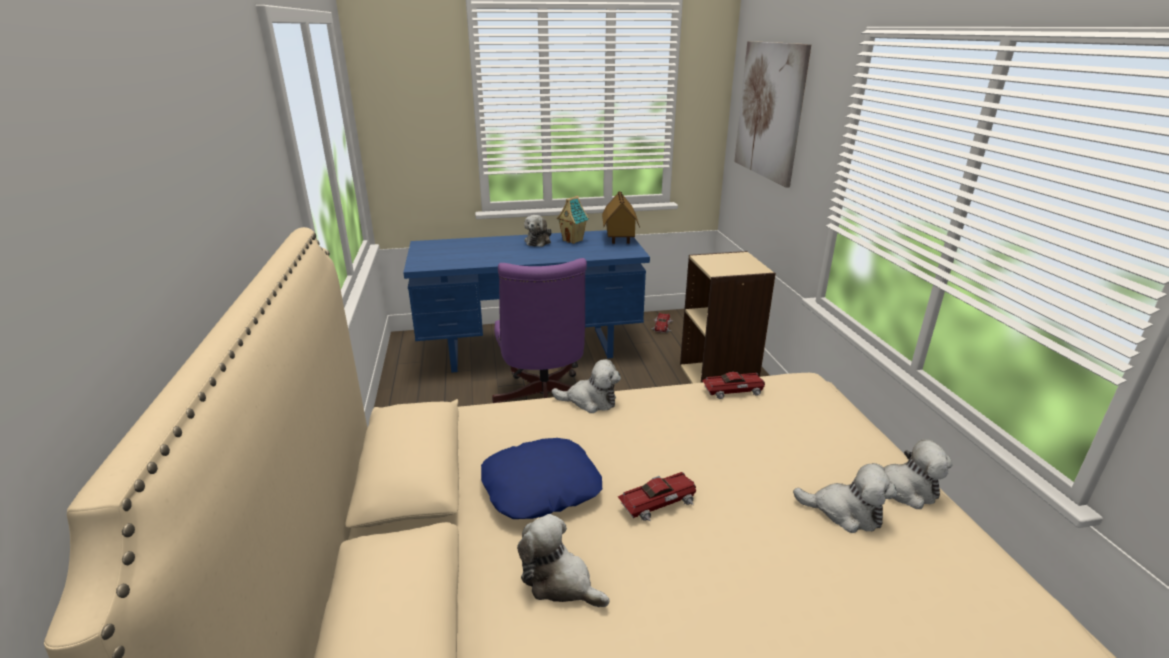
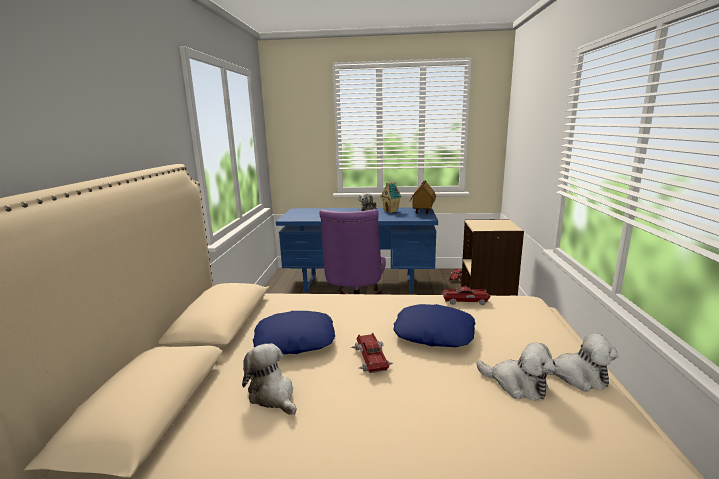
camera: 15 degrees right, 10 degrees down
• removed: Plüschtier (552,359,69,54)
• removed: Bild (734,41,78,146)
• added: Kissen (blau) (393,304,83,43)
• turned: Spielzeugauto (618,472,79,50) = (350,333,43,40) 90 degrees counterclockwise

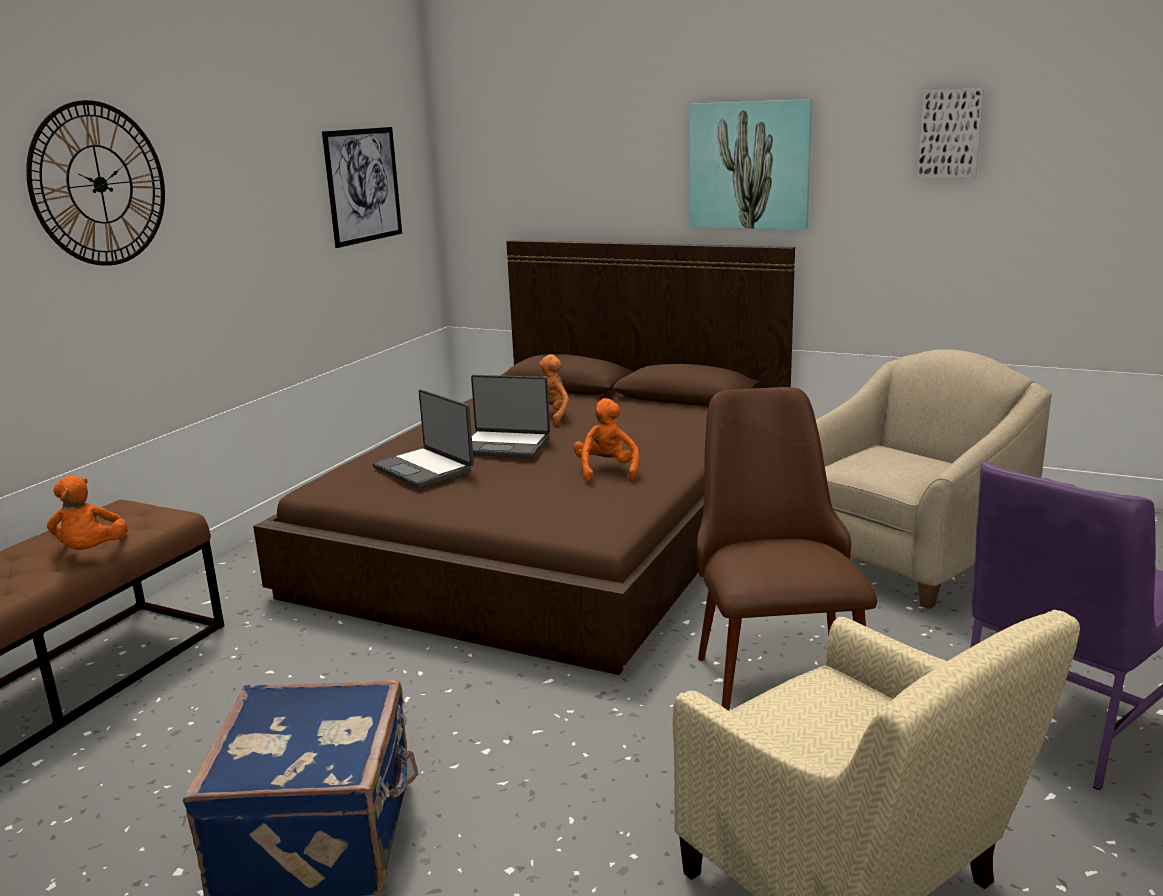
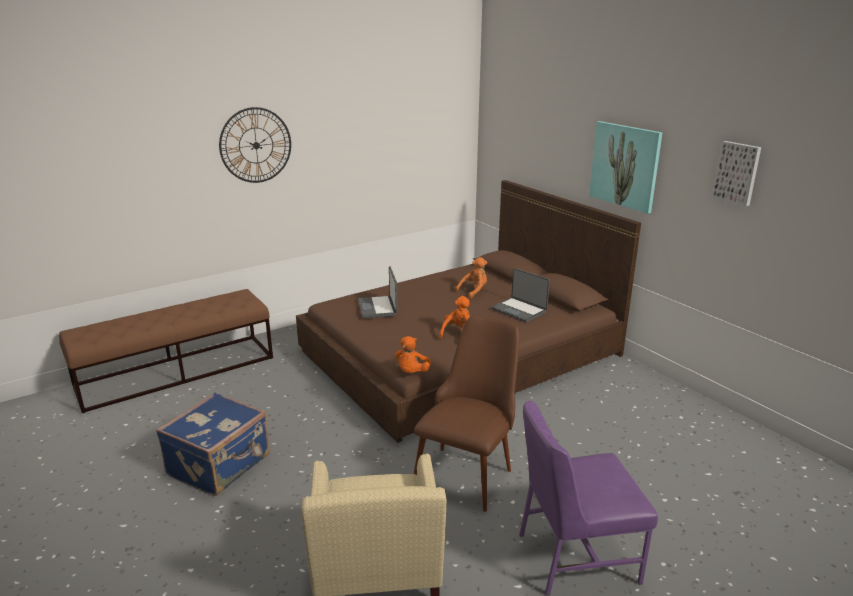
camera: 30 degrees right, 5 degrees up
• removed: Bild (322,127,80,121)
• removed: Sessel (beige) (816,349,236,260)
• moved: Plüschtier (orange) (47,476,81,74) to (395,336,36,37)
• moved: Laptop (471,375,79,83) to (491,268,59,55)

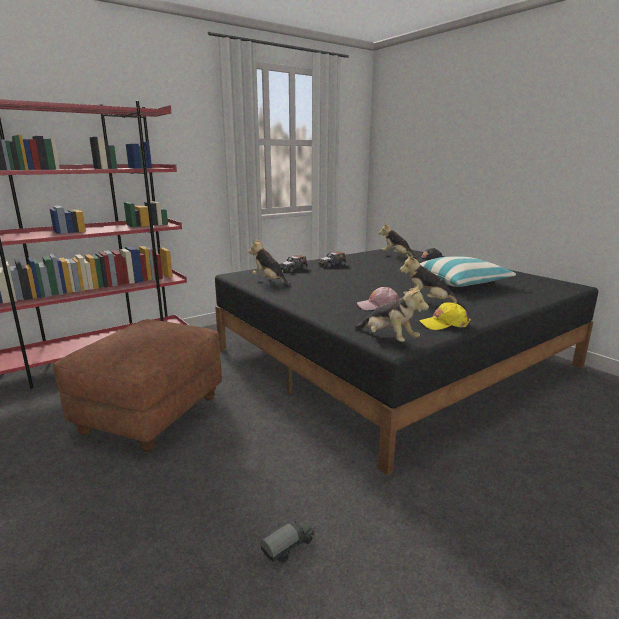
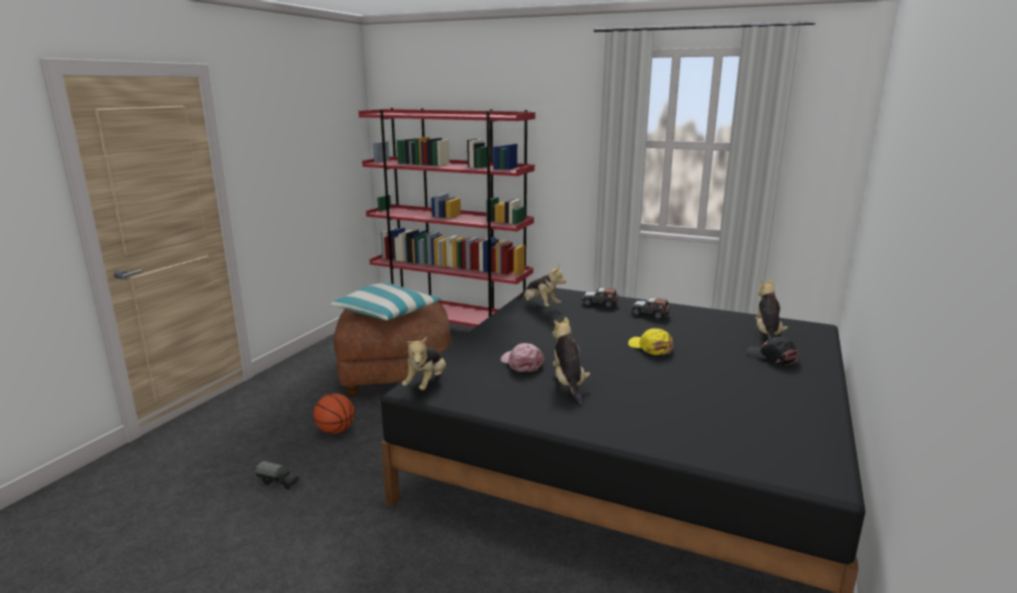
camera: 60 degrees right, 0 degrees up
• added: Basketball (313,393,42,41)
• moved: Kissen (419,257,97,30) to (331,283,110,37)
• moved: Kappe (gelb) (419,302,52,28) to (628,328,45,27)
• turned: Plüschtier (248,239,43,48) = (516,265,50,41) 120 degrees clockwise

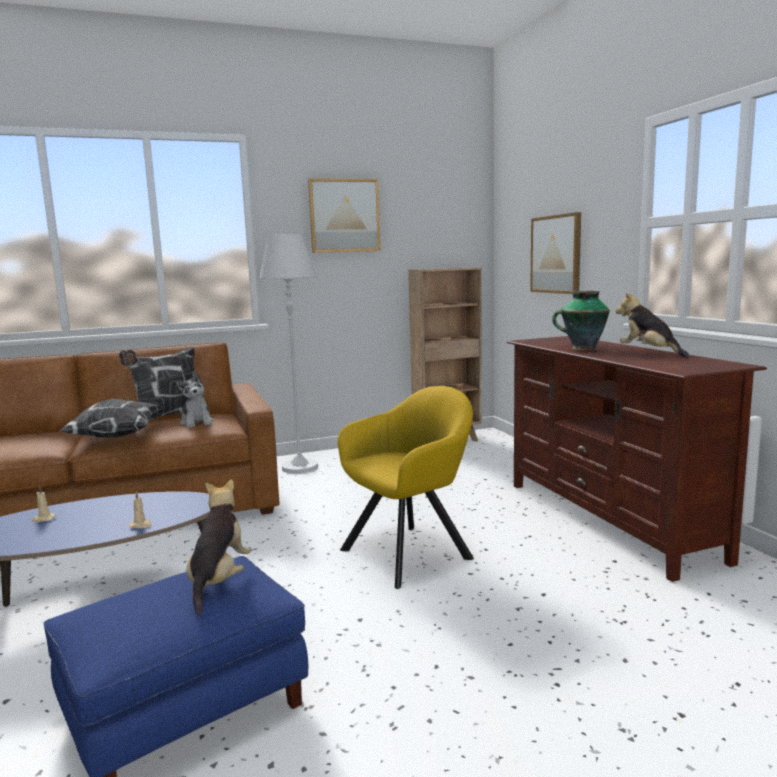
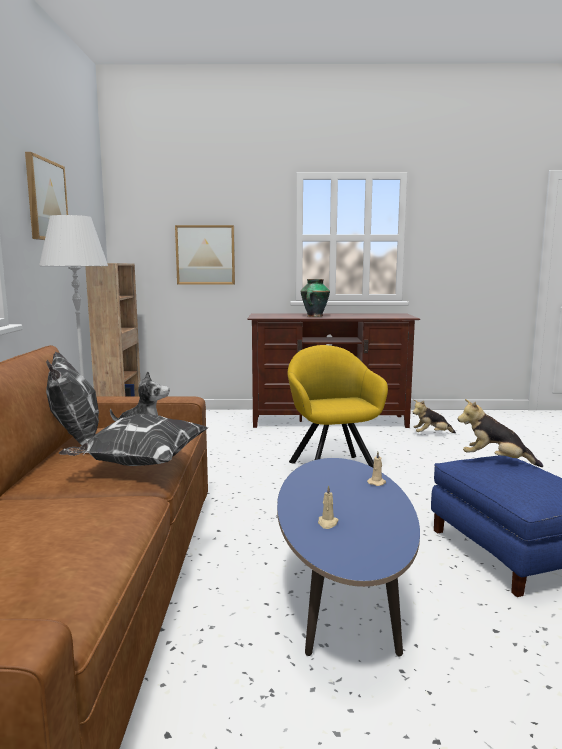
camera: 70 degrees left, 0 degrees up
• moved: Plüschtier (616,292,74,66) to (413,400,43,33)

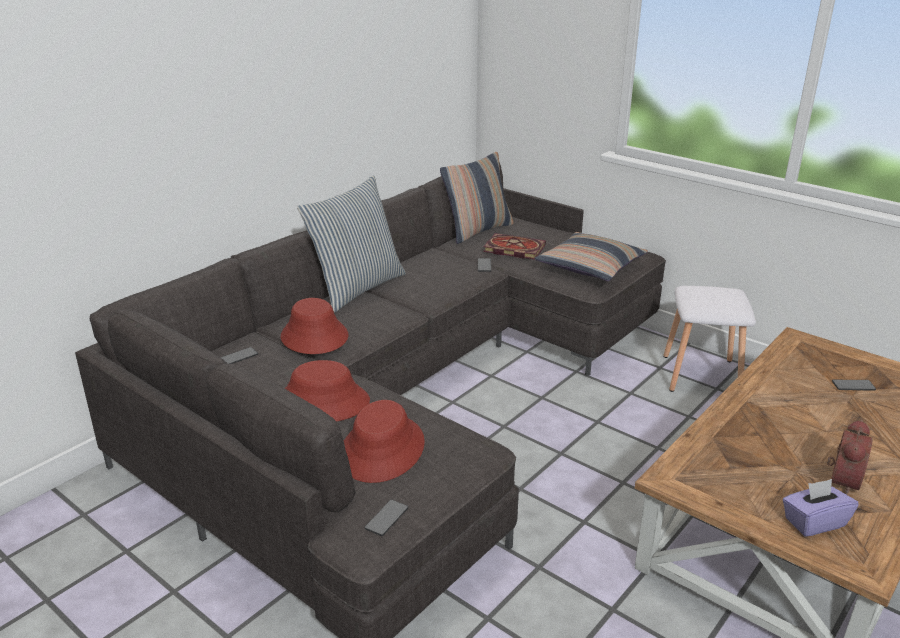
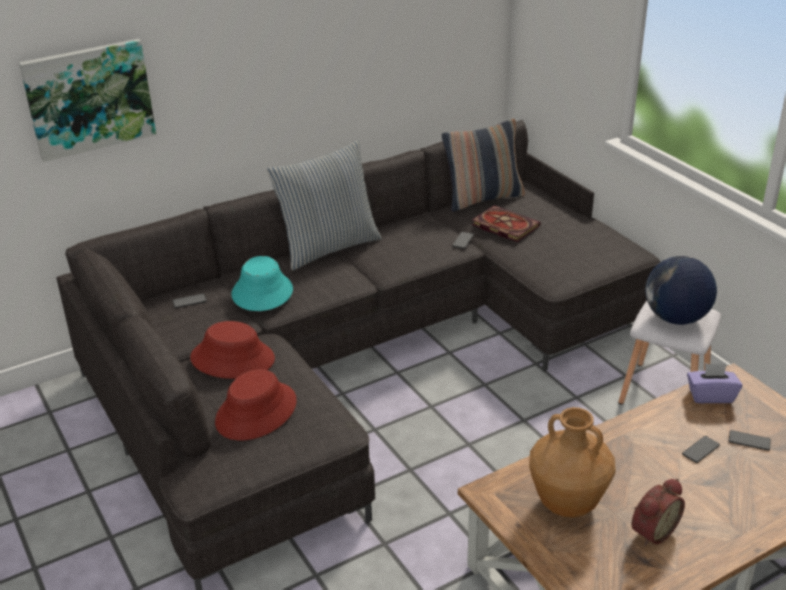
camera: 20 degrees right, 5 degrees up
• removed: Kissen (534,232,114,49)
• added: Bild (19,39,137,123)
• added: Vase (braun) (529,407,87,111)
• added: Globus (645,256,72,69)
• moved: Handy (364,500,44,36) to (682,436,38,27)
• moved: Taschentuchbox (lila) (782,479,77,58) to (687,363,55,40)
• recoloured: Hut (rot) (281,298,68,56) to Hut (türkis) (232,256,61,55)

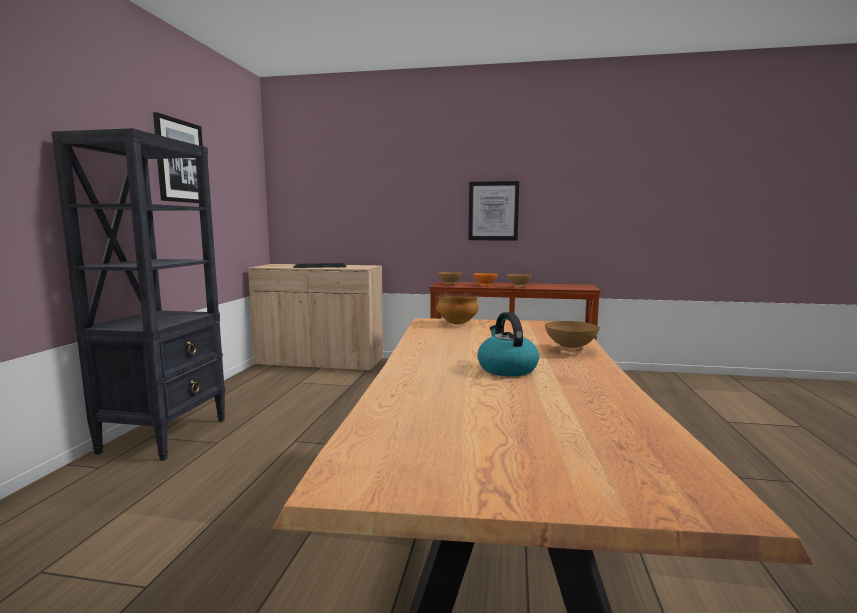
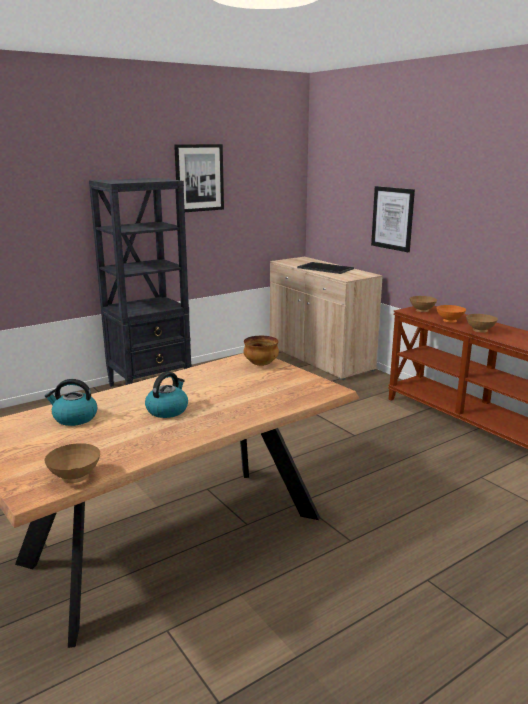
camera: 45 degrees right, 10 degrees up
• added: Wasserkessel (45,379,53,47)
• moved: Bild (468,181,51,60) to (371,186,44,66)
• moved: Schüssel (braun) (545,321,55,31) to (44,443,56,40)

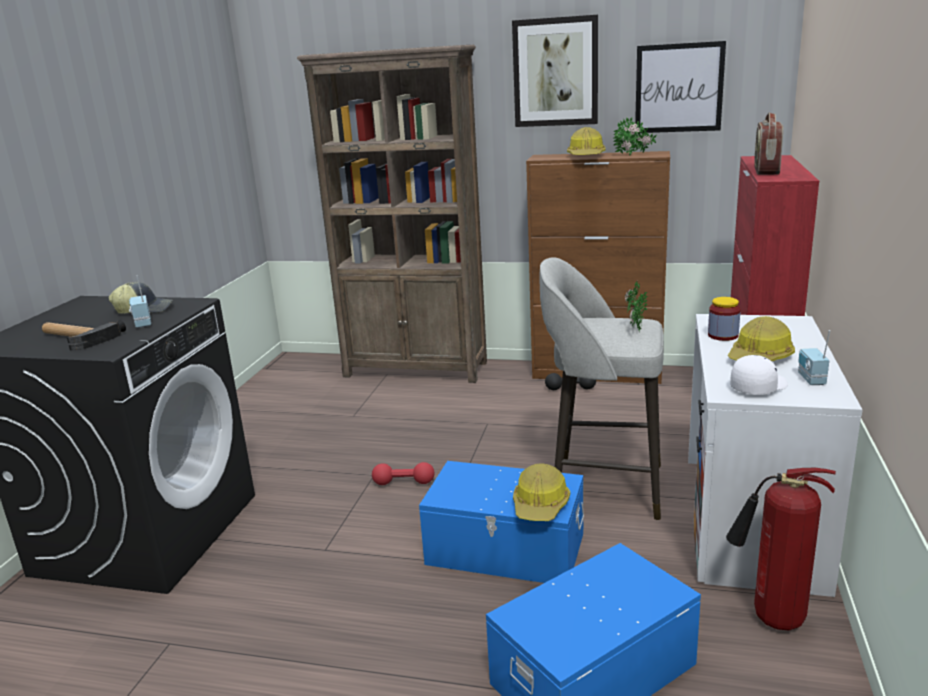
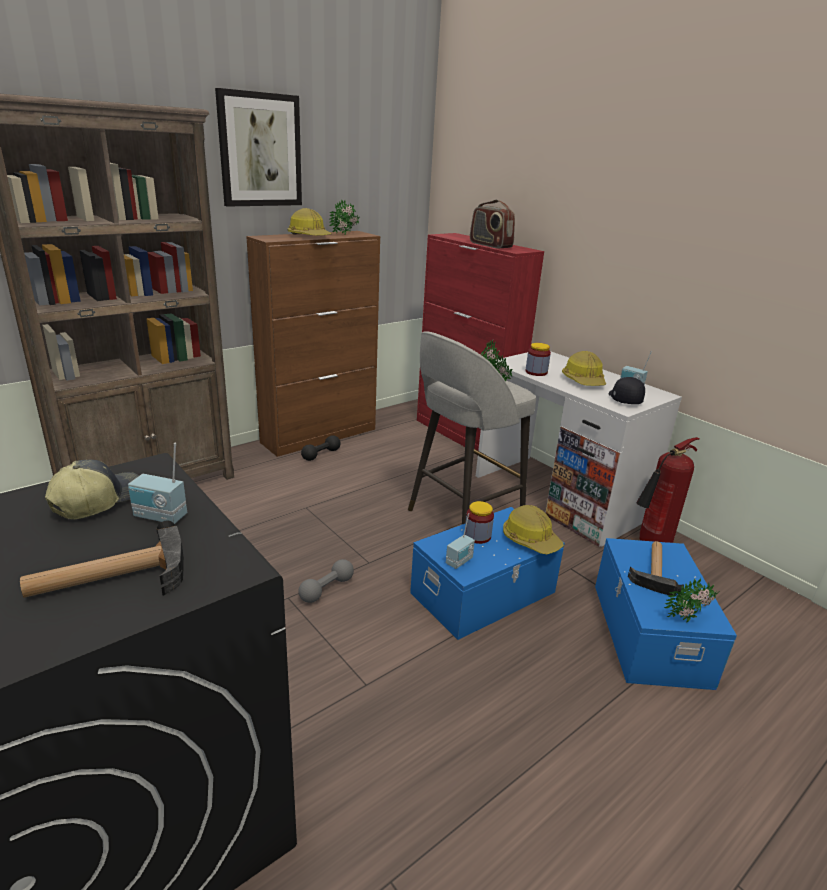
camera: 55 degrees left, 5 degrees up
• removed: Bild (635,41,91,92)
• added: Radio (446,513,29,56)
• added: Vorratsglas (465,501,29,43)
• added: Hammer (628,541,56,55)
• added: Topfpflanze (664,578,55,45)
• recoloured: Hantel (rot) (372,462,63,23) to Hantel (grau) (298,559,56,44)
• recoloured: Kappe (weiß) (730,355,58,40) to Kappe (schwarz) (609,377,36,27)

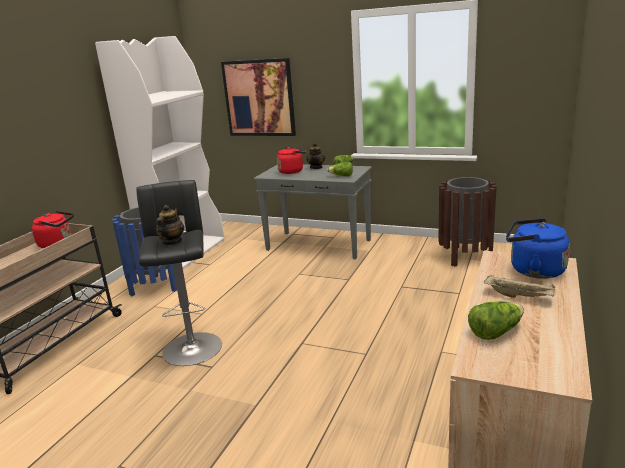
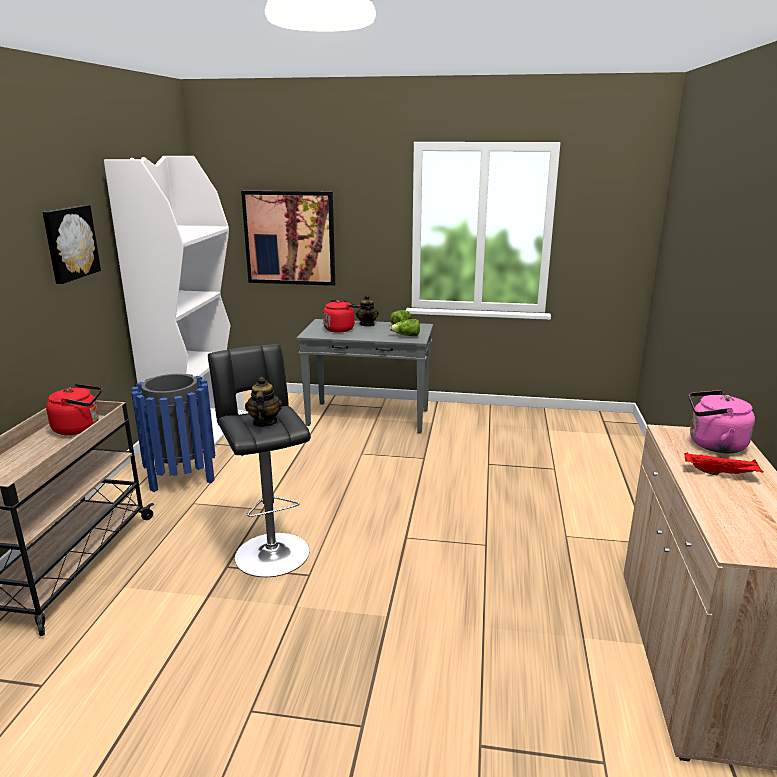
camera: 15 degrees left, 0 degrees up
• removed: Mülleimer (braun) (438,177,59,90)
• removed: Salatkopf (468,301,56,39)
• added: Bild (43,205,58,79)
• recoloured: Tablett (beige) (484,276,72,22) to Tablett (rot) (685,453,79,23)
• recoloured: Wasserkessel (blau) (506,218,64,61) to Wasserkessel (rosa) (689,390,66,63)

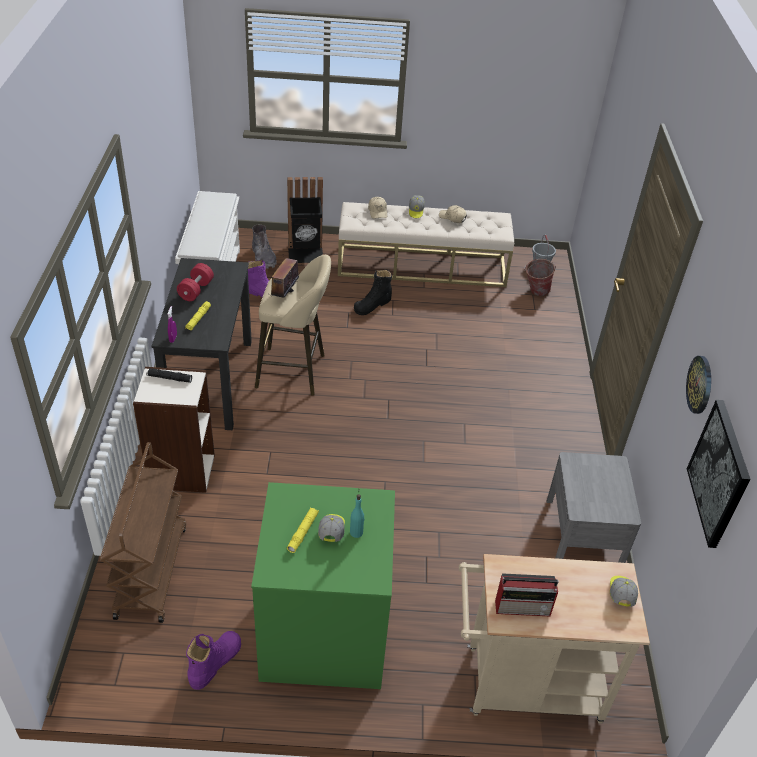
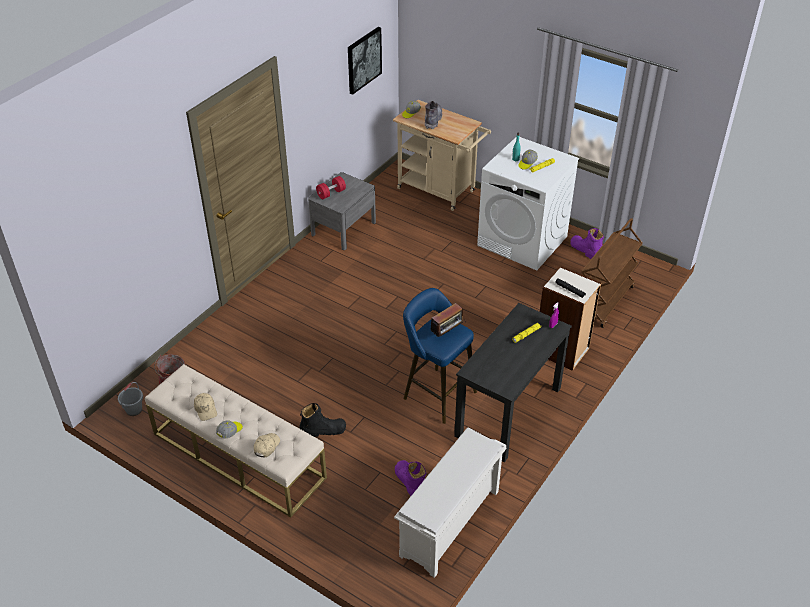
camera: 145 degrees left, 0 degrees up
• removed: Mülleimer (schwarz) (287,177,36,86)
• removed: Radio (495,573,64,44)
• removed: Wanduhr (686,356,25,58)
• moved: Hantel (rot) (177,263,37,38) to (316,176,30,23)
• moved: Stiefel (grau) (252,224,25,45) to (425,101,17,28)
• recoloured: Waschmaschine (grün) (251,482,144,207) to Waschmaschine (weiß) (477,137,102,133)
• recoloured: Hocker (beige) (255,255,76,141) to Hocker (blau) (403,288,74,136)
• turned: Stiefel (lila) (186,631,55,59) = (570,228,34,31) 75 degrees clockwise

